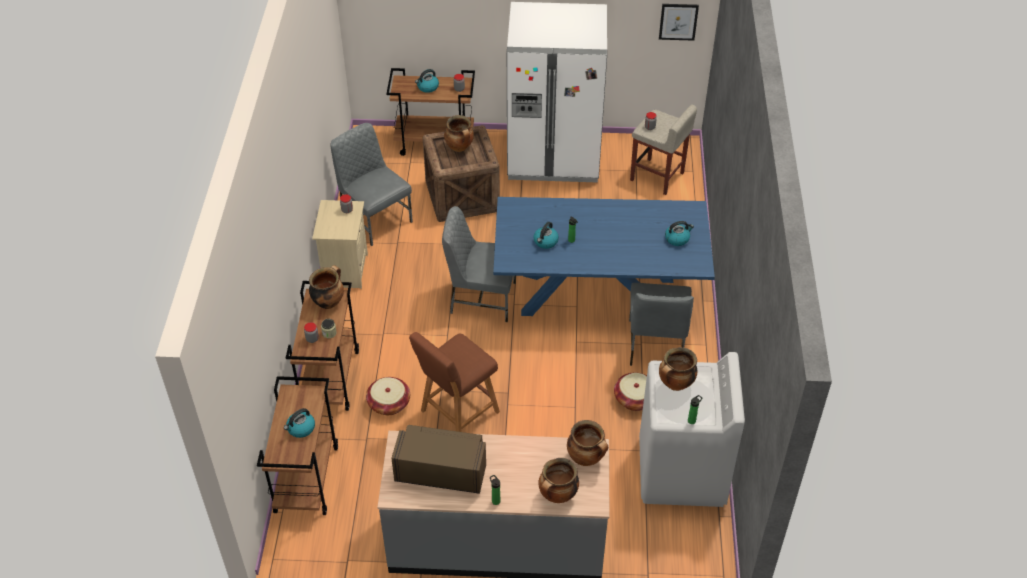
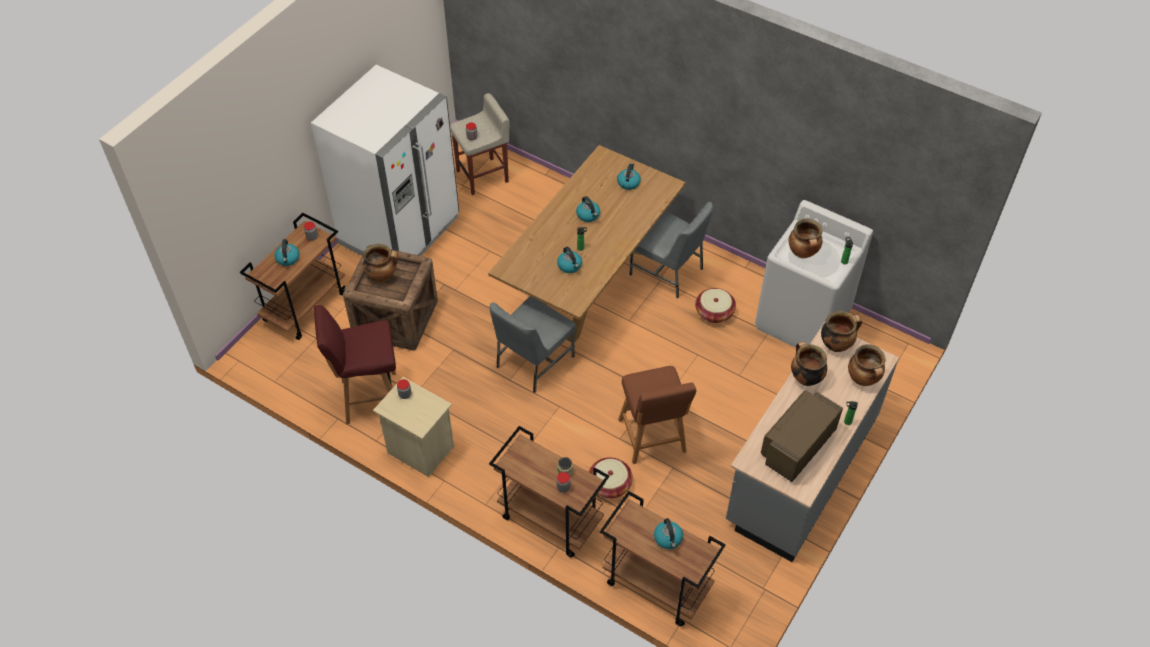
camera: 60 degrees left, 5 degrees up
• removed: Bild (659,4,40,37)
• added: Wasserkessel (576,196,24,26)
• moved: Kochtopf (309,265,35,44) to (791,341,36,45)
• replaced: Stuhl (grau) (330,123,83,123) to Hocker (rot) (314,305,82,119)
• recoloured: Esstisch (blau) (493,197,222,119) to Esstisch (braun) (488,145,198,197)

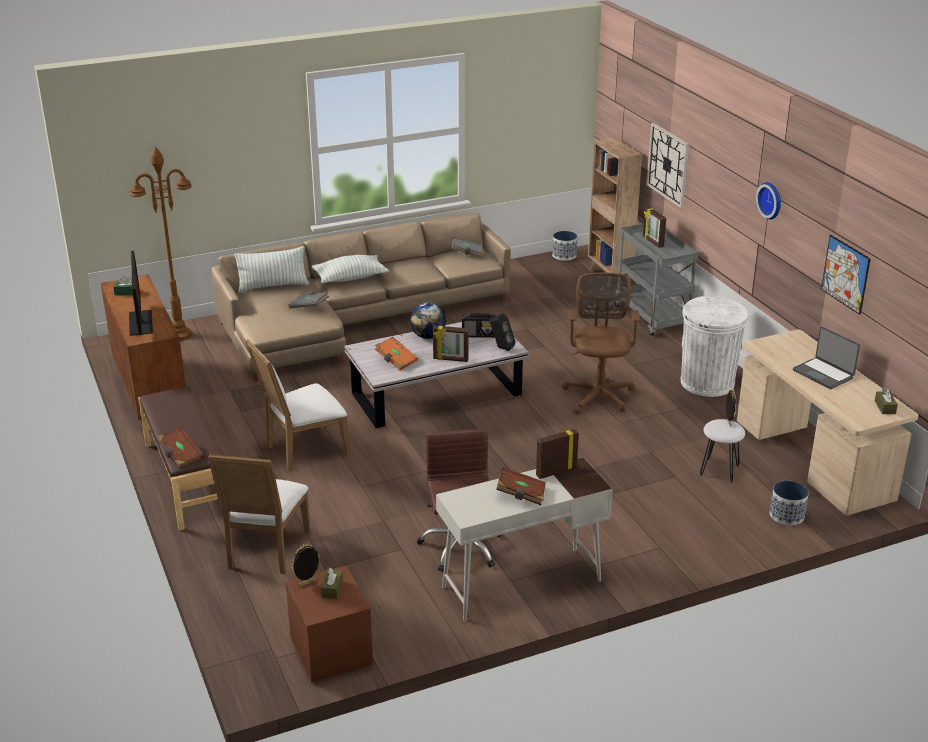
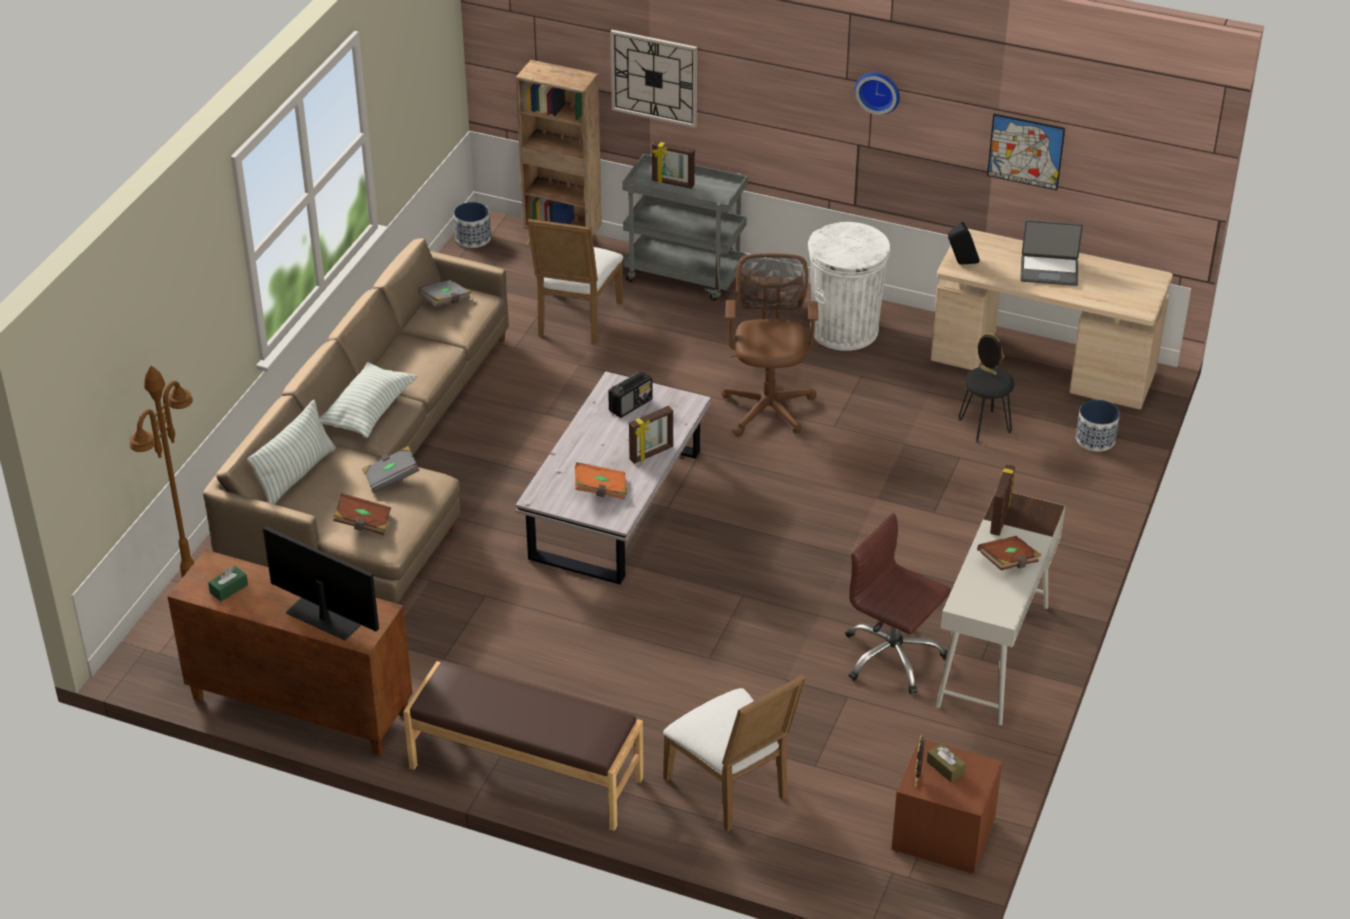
camera: 45 degrees left, 10 degrees up
• removed: Globus (410,303,36,36)
• removed: Taschentuchbox (braun) (875,388,23,26)
• moved: Buch (braun) (158,427,47,42) to (333,493,58,42)
• moved: Stuhl (weiß) (245,339,106,132) to (527,219,96,125)
• moved: Lautsprecher (schwarz) (490,314,25,37) to (948,222,32,43)
• recoloured: Hocker (weiß) (700,419,45,63) to Hocker (schwarz) (959,366,55,76)
• turned: Bürostuhl (braun) (563,273,77,142) = (721,253,97,184) 45 degrees clockwise

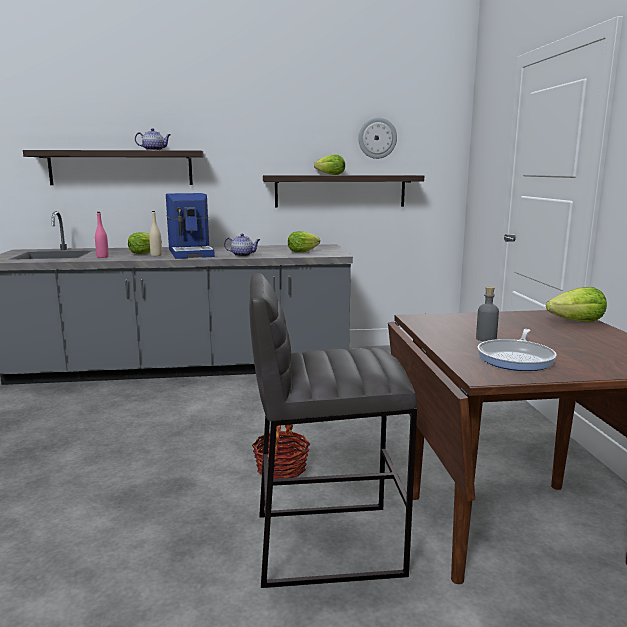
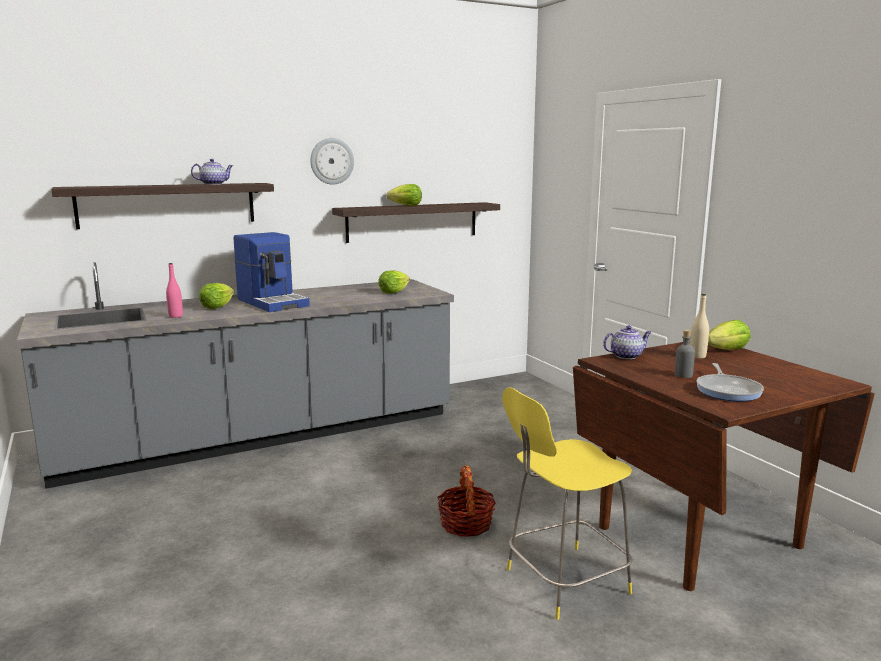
camera: 20 degrees left, 0 degrees up
• moved: Flasche (beige) (149,211,13,45) to (690,294,19,65)
• moved: Teekanne (224,233,36,23) to (603,326,49,33)
• moved: Wanduhr (358,117,39,42) to (310,138,44,47)
• replaced: Hocker (grau) (249,273,168,315) to Stuhl (gelb) (502,387,131,233)

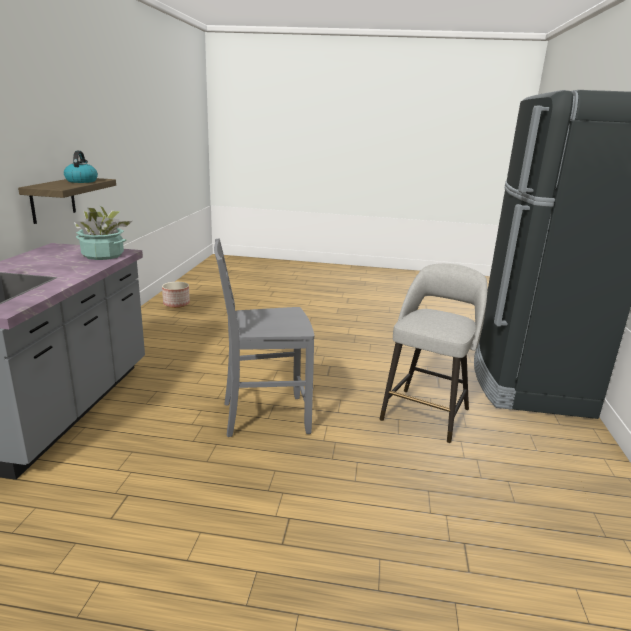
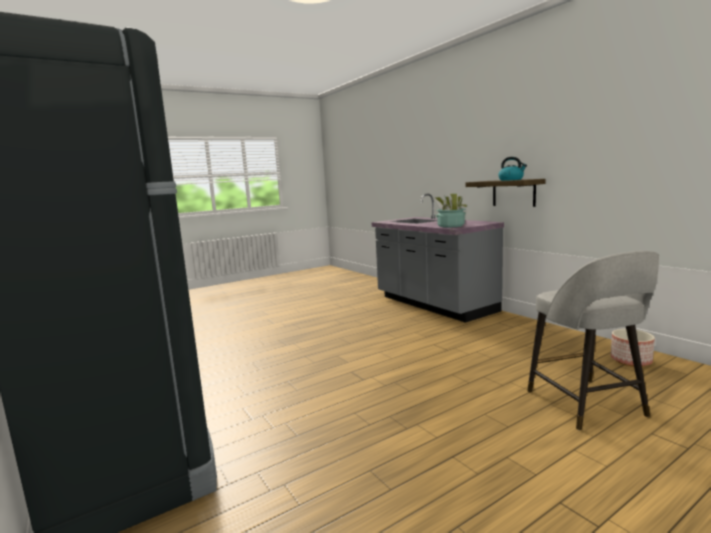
camera: 140 degrees right, 10 degrees down
• removed: Stuhl (grau) (214,238,100,199)
• moved: Hocker (grau) (380,263,107,180) to (527,251,132,179)

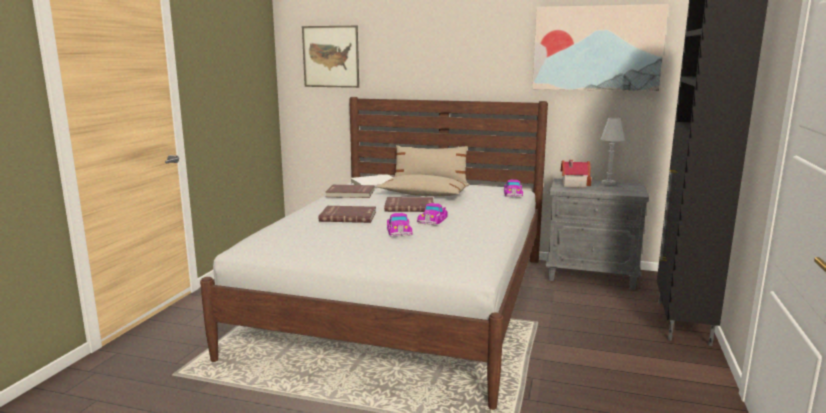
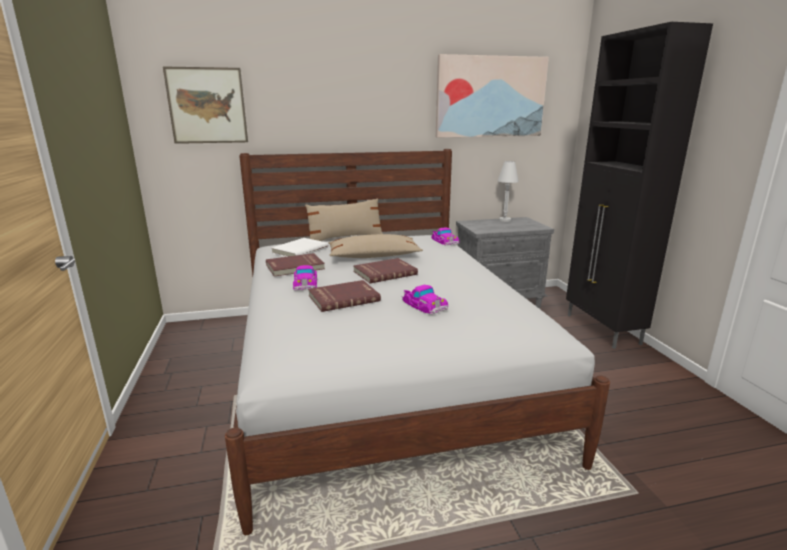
camera: 30 degrees left, 5 degrees up
• removed: Spielzeughaus (561,160,30,28)
• moved: Spielzeugauto (417,203,31,22) to (293,265,24,25)

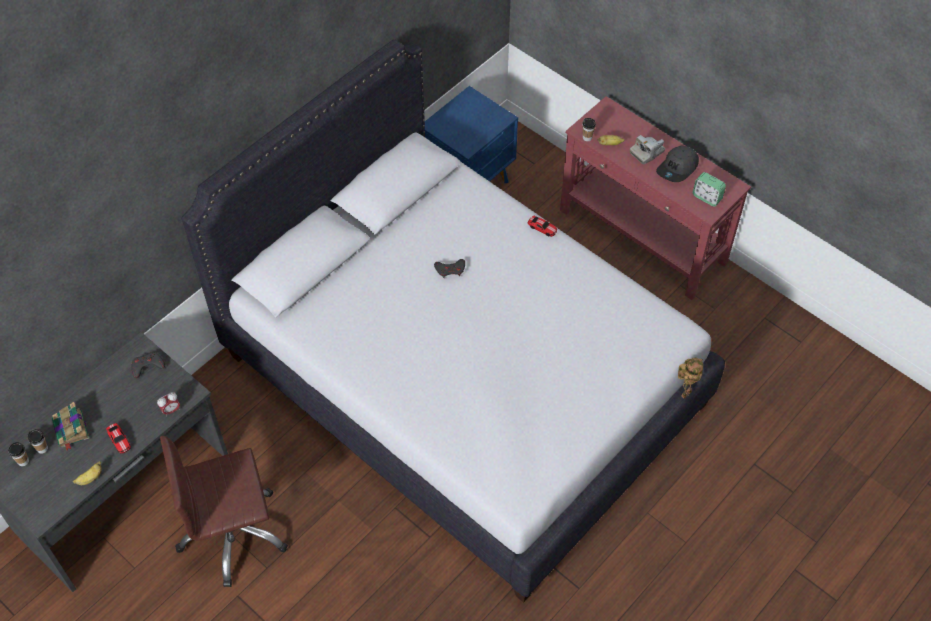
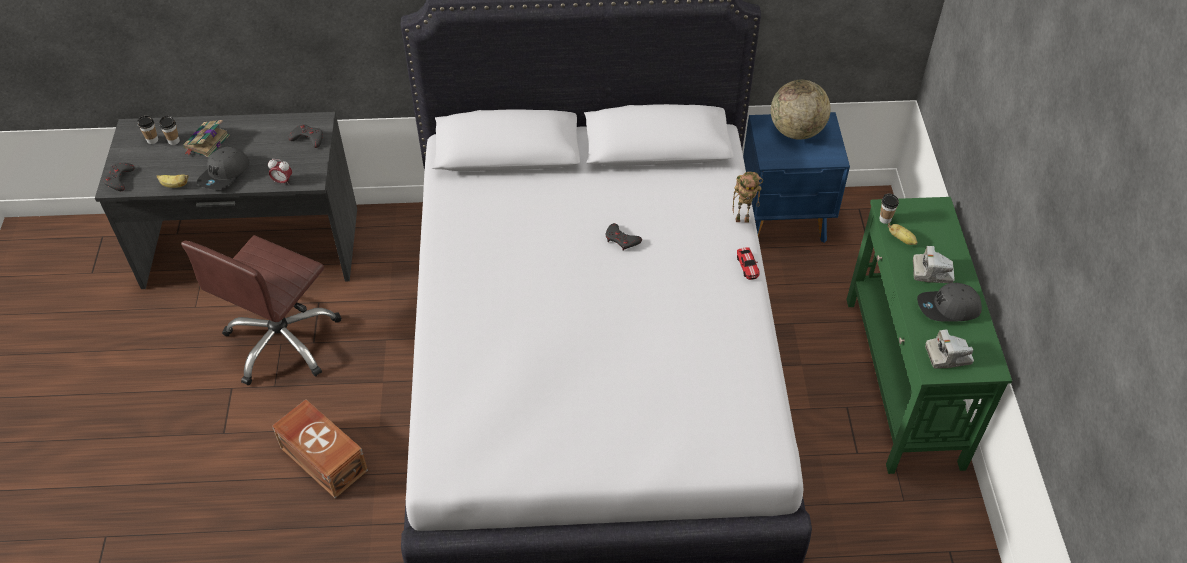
camera: 45 degrees right, 5 degrees down
• added: Gamepad (grau) (104,163,31,28)
• added: Aufbewahrungsbox (braun) (272,399,96,99)
• added: Globus (771,80,60,59)
• moved: Spielzeugroboter (678,358,25,40) to (732,172,31,51)
• replaced: Spielzeugauto (106,423,25,30) to Kappe (grau) (197,147,53,43)
• replaced: Wecker (693,172,33,35) to Kamera (925,329,49,40)
• recoloured: Konsolentisch (rot) (560,96,191,204) to Konsolentisch (grün) (846,197,166,277)
• turned: Bürostuhl (braun) (160,436,128,151) = (181,235,160,150) 90 degrees counterclockwise

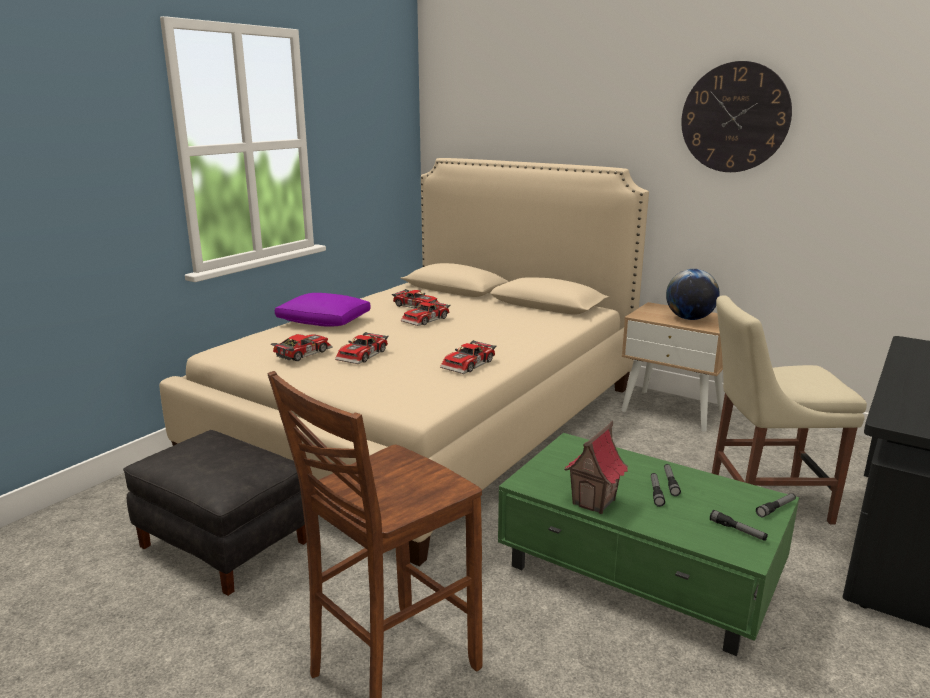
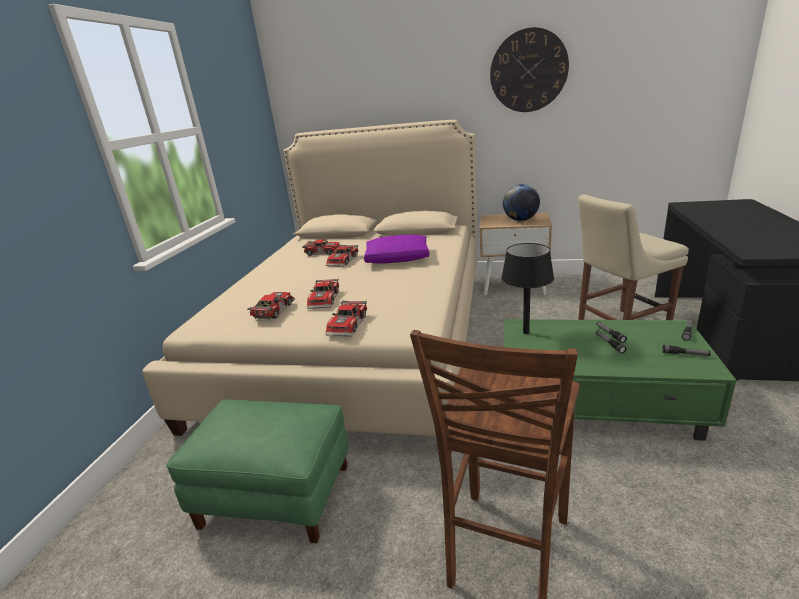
camera: 20 degrees left, 5 degrees up
• removed: Spielzeughaus (564,421,64,93)
• added: Tischlampe (schwarz) (501,243,53,91)
• moved: Kissen (lila) (275,293,96,34) to (364,235,65,29)
• moved: Spielzeugauto (440,340,56,34) to (325,301,42,35)
• recoloured: Polsterhocker (schwarz) (123,430,184,166) to Polsterhocker (grün) (166,400,183,143)

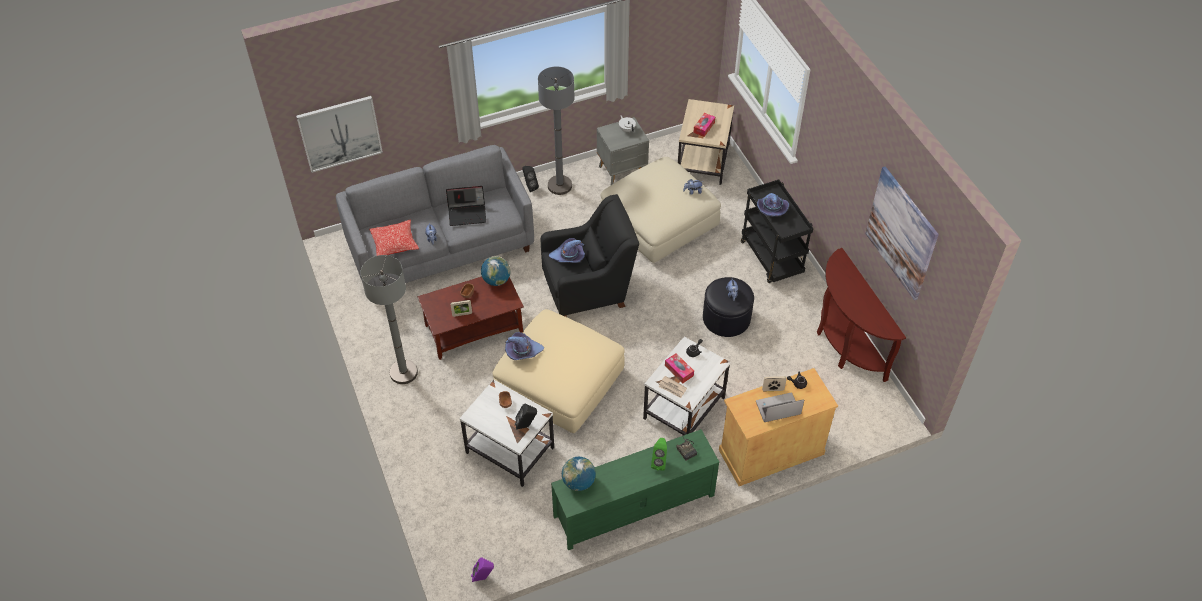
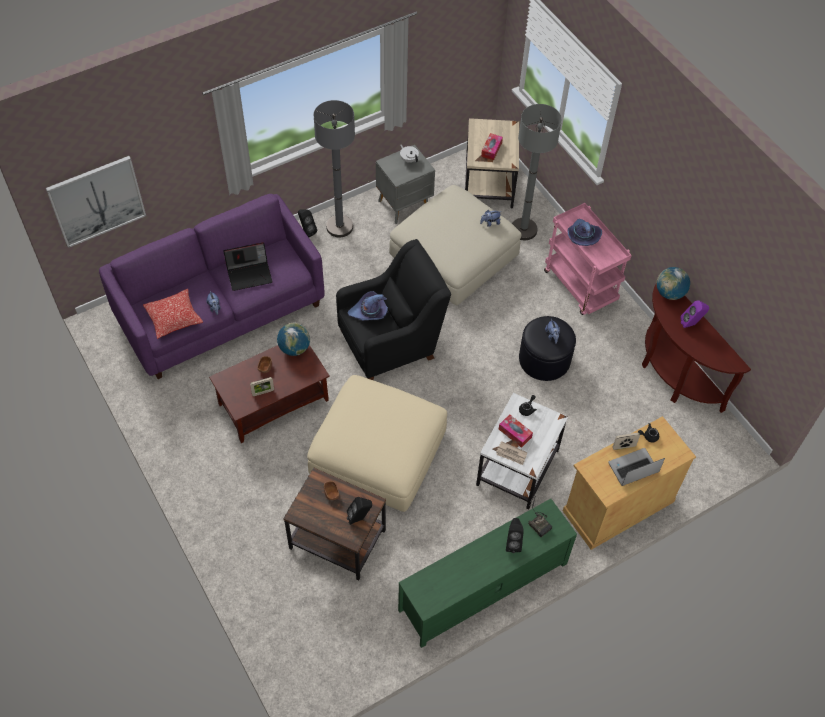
camera: 10 degrees left, 5 degrees up
• removed: Hut (lila) (505,332,39,28)
• removed: Bild (865,167,74,133)
• moved: Stehlampe (grau) (360,255,58,129) to (512,104,50,136)
• moved: Lautsprecher (lila) (471,558,23,24) to (681,300,28,28)
• moved: Globus (562,457,34,34) to (657,267,33,33)
• recoloured: Sofa (grau) (336,145,198,142) to Sofa (lila) (99,194,225,185)
• recoloured: Beistelltisch (weiß) (460,379,94,108) to Beistelltisch (braun) (283,468,103,112)
• recoloured: Lautsprecher (grün) (651,438,16,33) to Lautsprecher (schwarz) (506,518,18,35)
• recoloured: Rollwagen (schwarz) (741,179,72,104) to Rollwagen (rosa) (544,203,88,112)

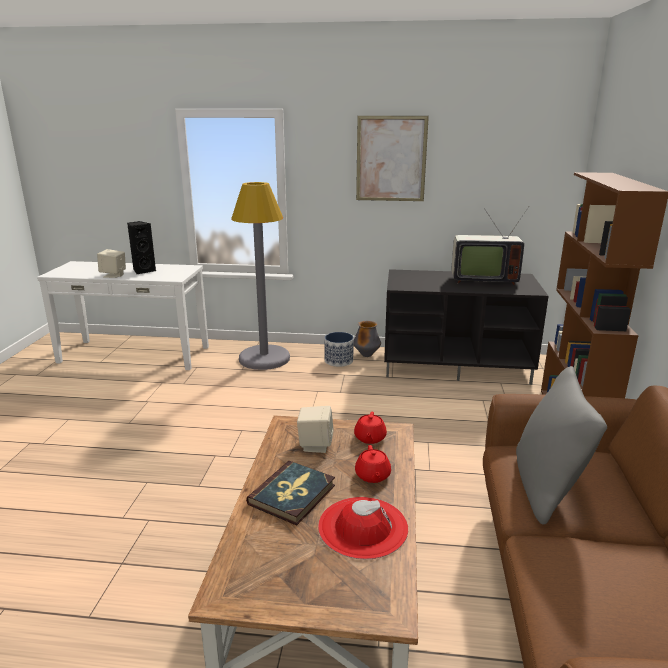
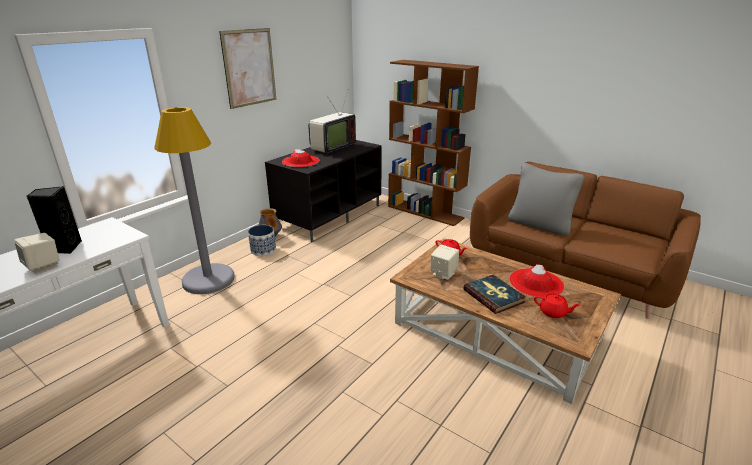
camera: 60 degrees left, 5 degrees up
• added: Hut (rot) (282,149,37,18)
• moved: Teekanne (rot) (355,445,36,38) to (534,293,46,25)

